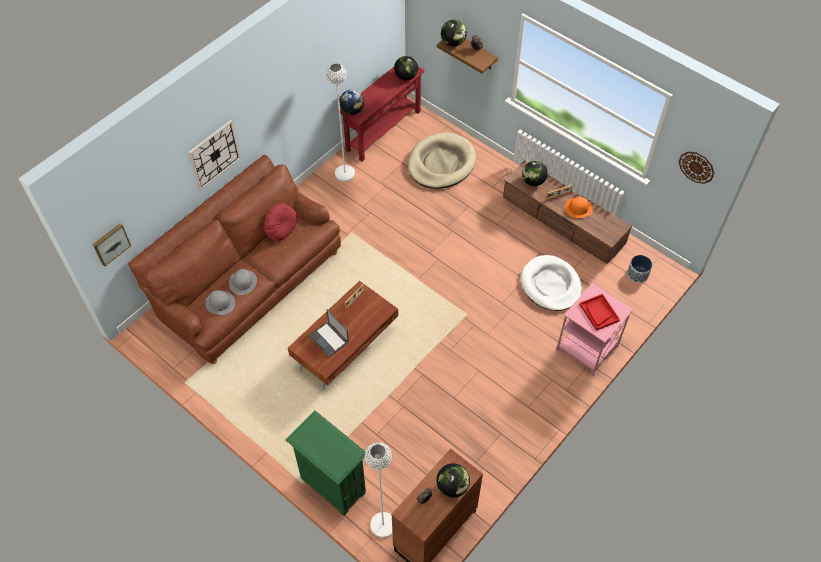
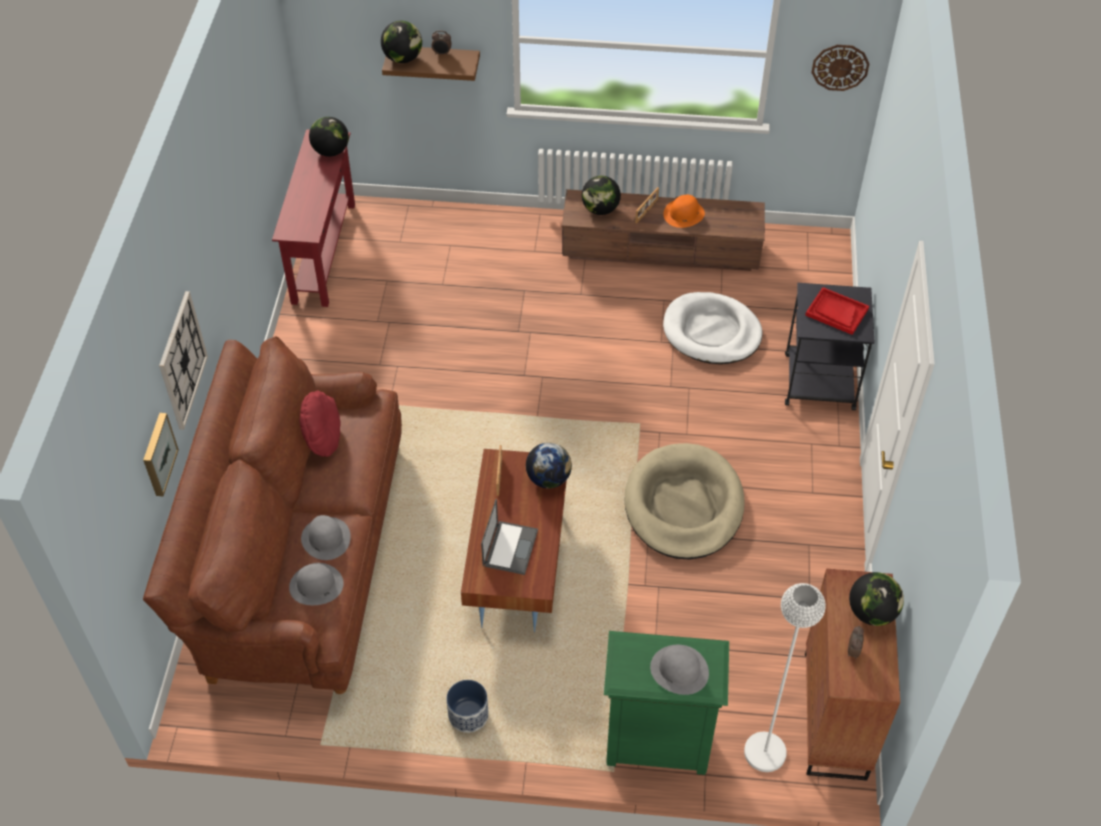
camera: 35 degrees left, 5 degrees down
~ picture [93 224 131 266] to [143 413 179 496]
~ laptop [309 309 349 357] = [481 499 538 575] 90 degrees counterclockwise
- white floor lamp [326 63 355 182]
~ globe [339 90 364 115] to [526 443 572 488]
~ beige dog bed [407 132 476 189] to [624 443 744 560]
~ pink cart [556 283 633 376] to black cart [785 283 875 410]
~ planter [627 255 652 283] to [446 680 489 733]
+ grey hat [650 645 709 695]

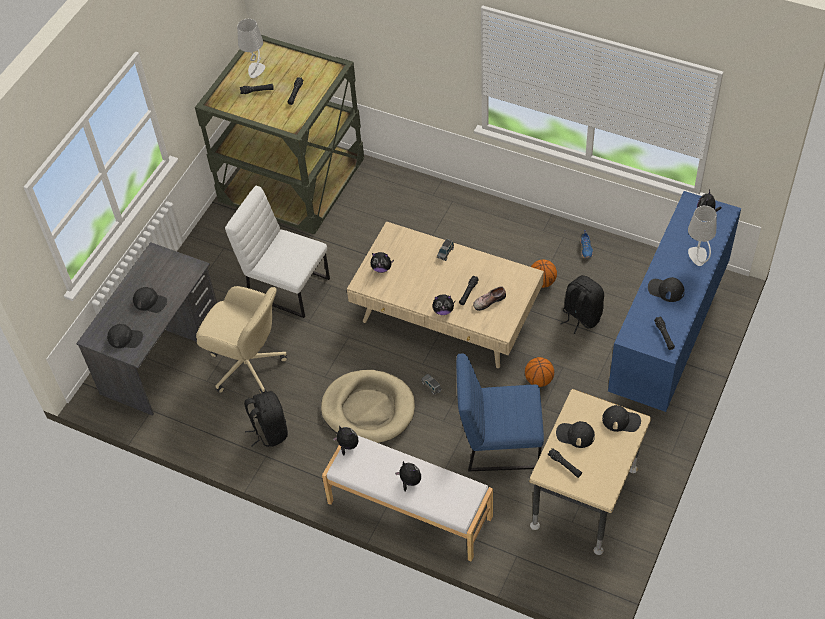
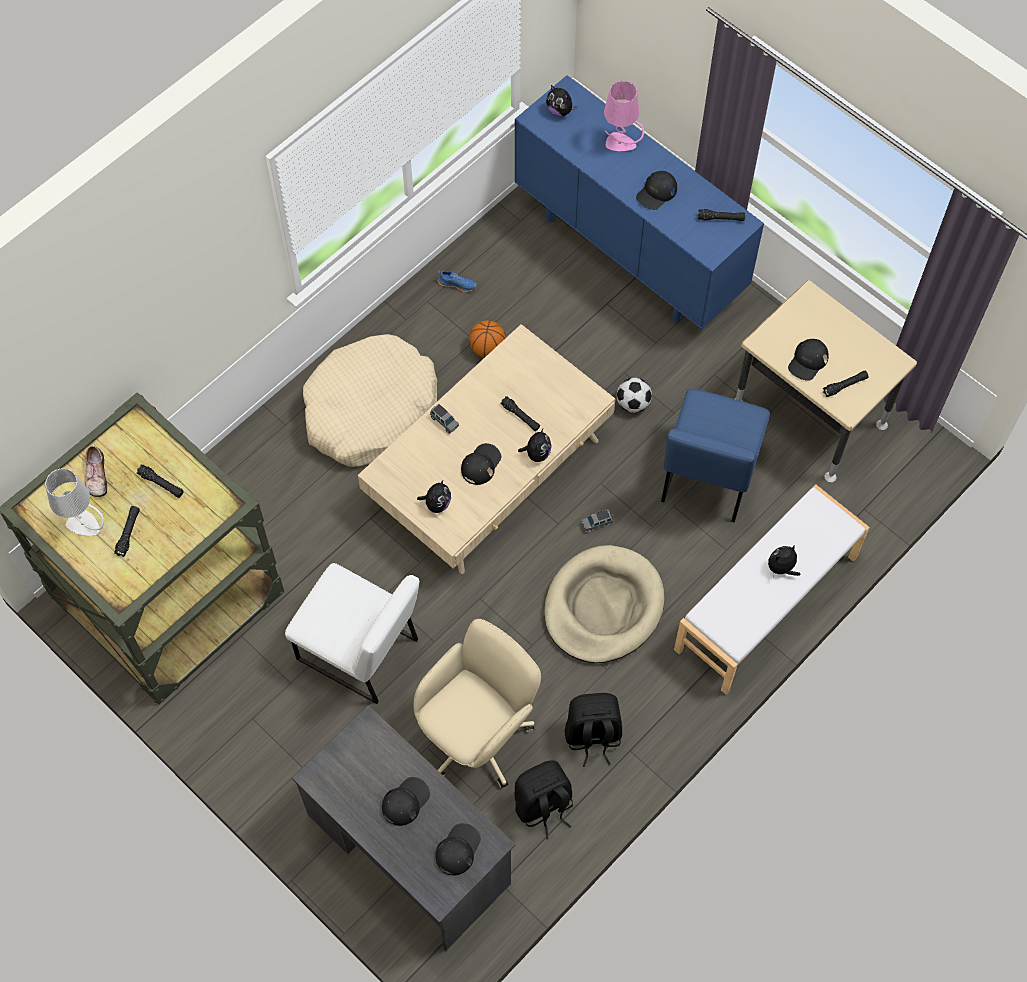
camera: 75 degrees left, 10 degrees up
~ white chair [225 186 330 318] = [285 563 419 704] 105 degrees counterclockwise
- plush toy [333 425 358 455]
~ shoe [473 286 506 311] to [85 446 107 497]
~ basketball [525 357 554 387] to football [617 378 652 413]
~ black backpack [560 275 604 334] to [515 760 573 839]
~ black cap [602 405 641 432] to [461 443 501 485]
~ grey table lamp [688 206 717 266] to pink table lamp [604 81 644 151]
+ beige dog bed [303 334 437 467]

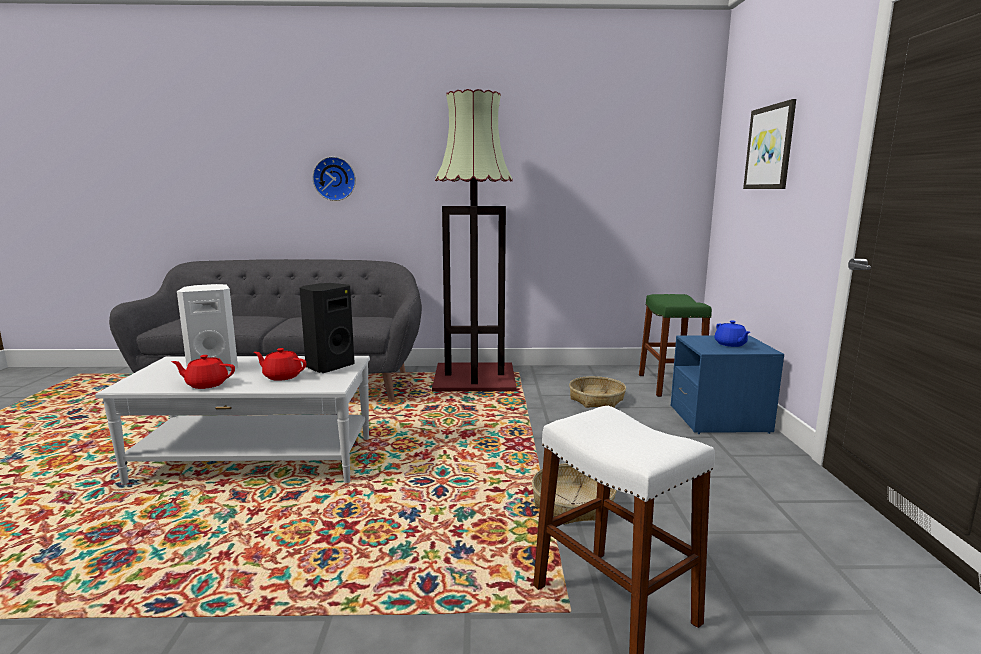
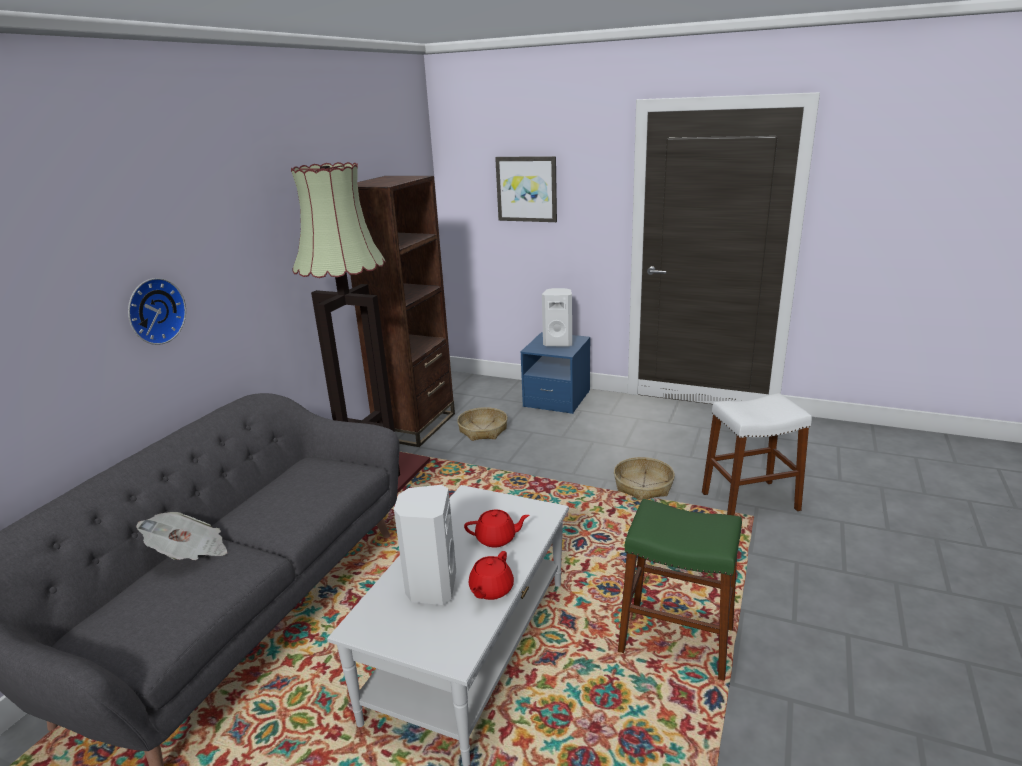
camera: 65 degrees left, 10 degrees up
~ red teapot [254 348 307 381] = [464 510 529 547] 135 degrees counterclockwise
- black speaker [300 283 355 373]
~ green stool [639 294 712 397] to [618 499 742 681]
~ blue teapot [714 321 750 347] to white speaker [542 288 572 347]
+ newspaper [136 512 227 560]
+ brown bookcase [350 176 455 447]

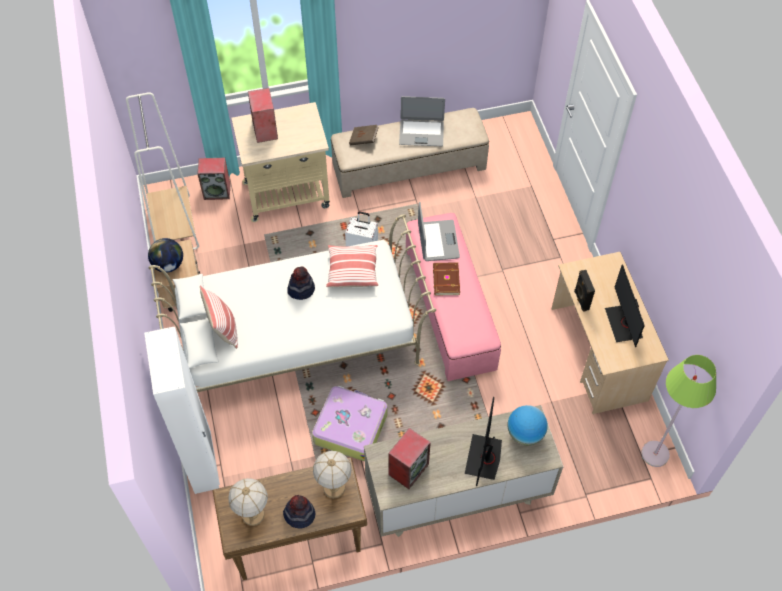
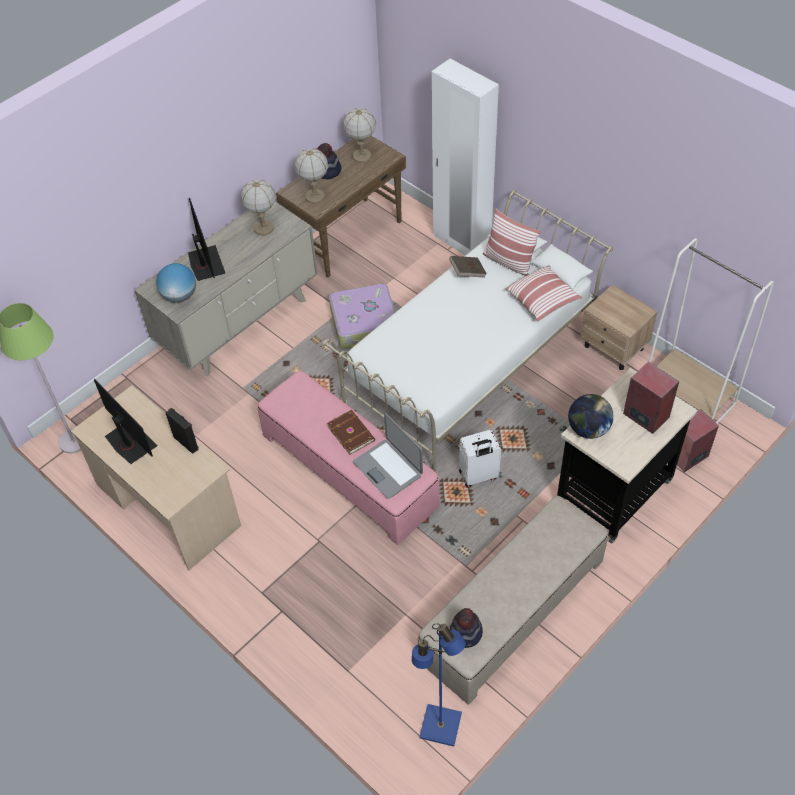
camera: 150 degrees right, 5 degrees down
~ globe [148 238 183 273] to [568 394 614 439]
~ beige cart [231 102 330 222] to black cart [557 368 697 543]
~ hat [287 266 315 300] to [449 608 483 648]
~ pillow [326 245 378 287] to [505 265 582 321]
~ brown book [349 125 379 145] to [449 256 487 278]
~ speaker [388 428 431 489] to table lamp [241 180 276 236]
- laptop [399 96 445 146]
+ blue floor lamp [412 623 466 747]

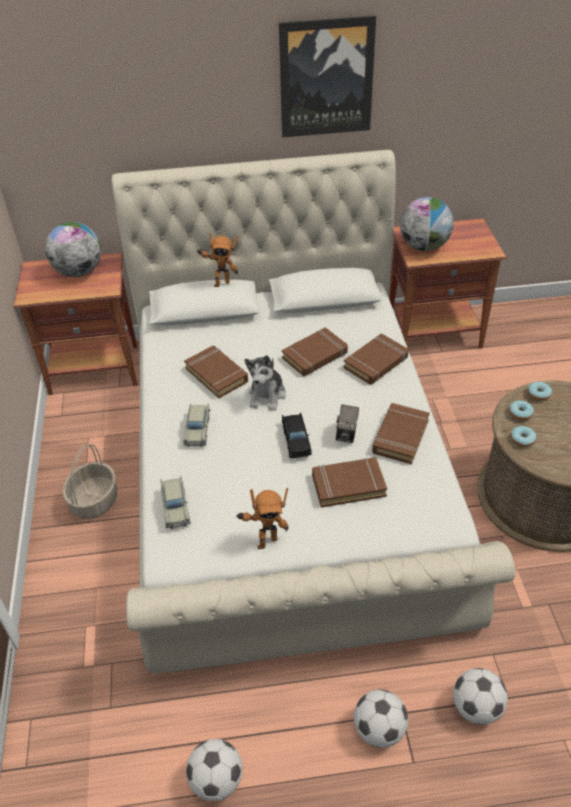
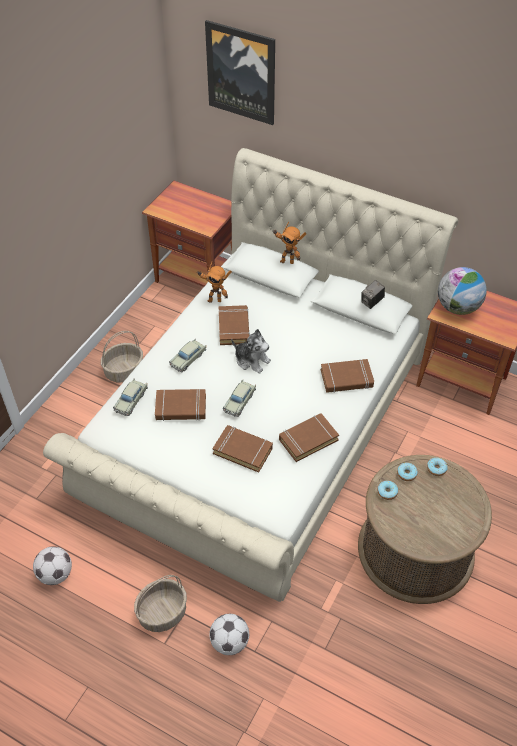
camera: 35 degrees right, 5 degrees up
- globe [45 222 101 277]
~ toy robot [236 488 288 549] to [196 262 232 303]
~ plush toy [244 355 286 411] = [231 329 271 374] 105 degrees counterclockwise
~ picture [279 15 376 138] to [205 20 275 125]
~ brown book [282 327 348 376] to [155 389 206 421]
~ black toy car [282 412 312 459] to beige toy car [223 380 256 417]
~ photo camera [336 405 359 443] to [361 280 385 309]
~ football [354 690 408 748] to basket [134 575 187 632]

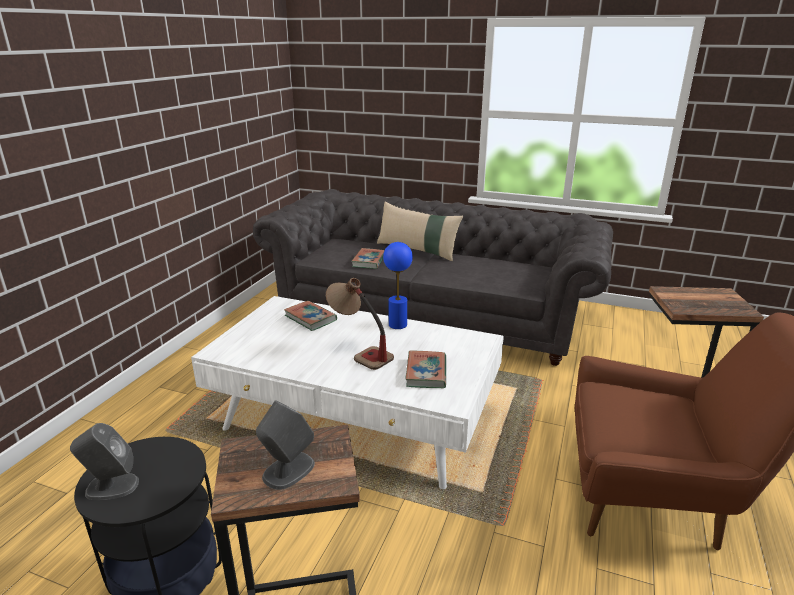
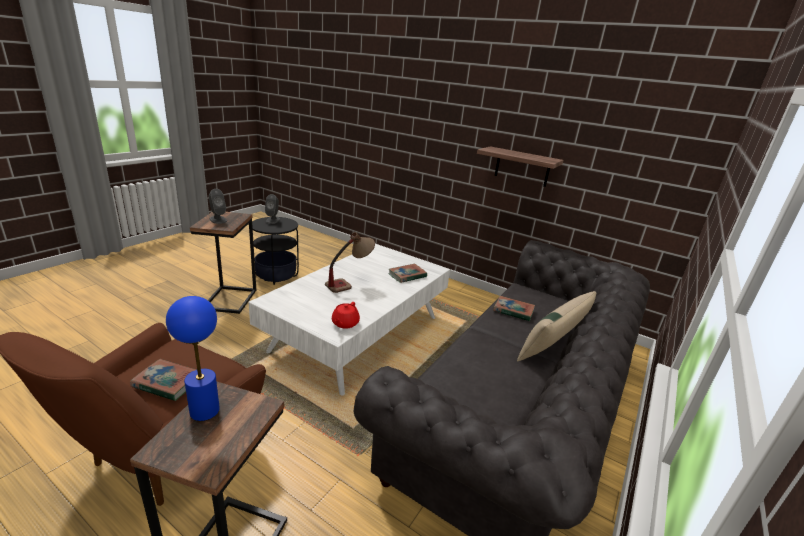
camera: 100 degrees right, 0 degrees up
~ blue table lamp [383 242 413 329] to [166 296 220 421]
~ book [405 350 446 388] to [130 359 197 401]
+ red teapot [332 302 360 329]
+ shelf [477 146 564 187]

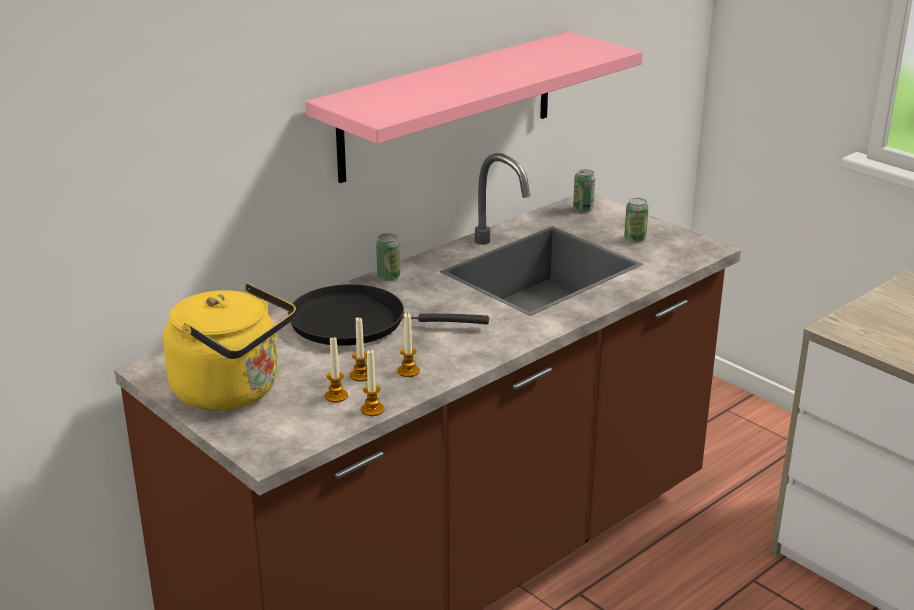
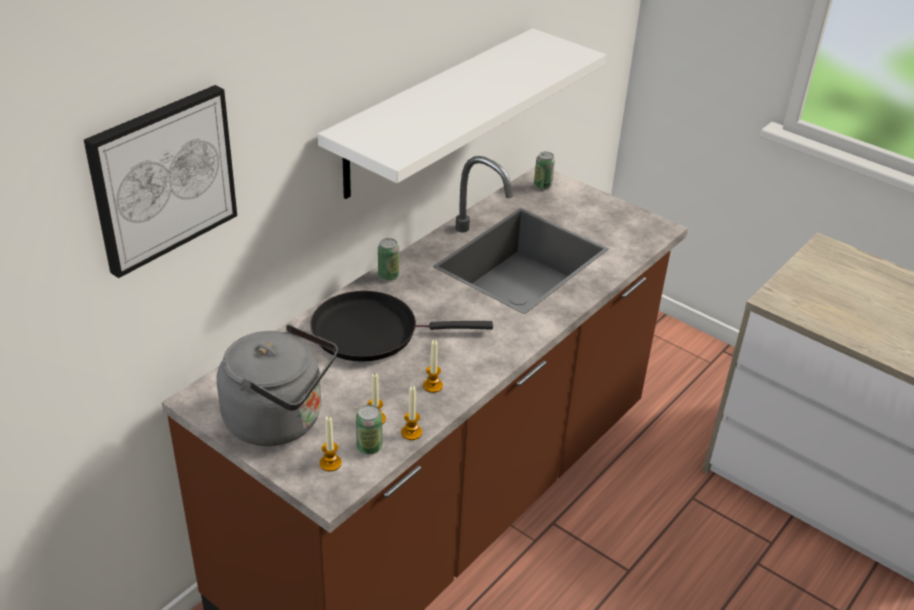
camera: 10 degrees left, 10 degrees up
~ yellow kettle [163 283 296 411] to grey kettle [217 324 338 446]
~ pink shelf [305 32 643 183] to white shelf [318 28 606 199]
~ candle [350 318 368 382] to [320 416 342 471]
~ can [624 198 649 243] to [356 405 382 455]
+ picture [84 85 237 278]

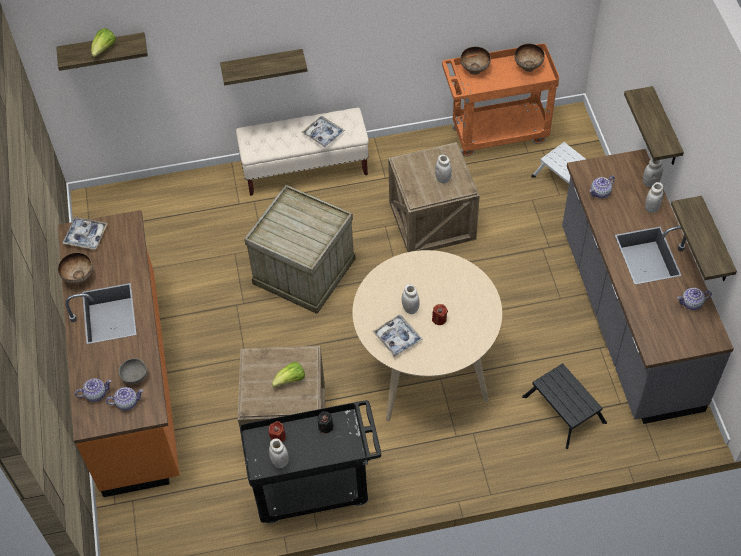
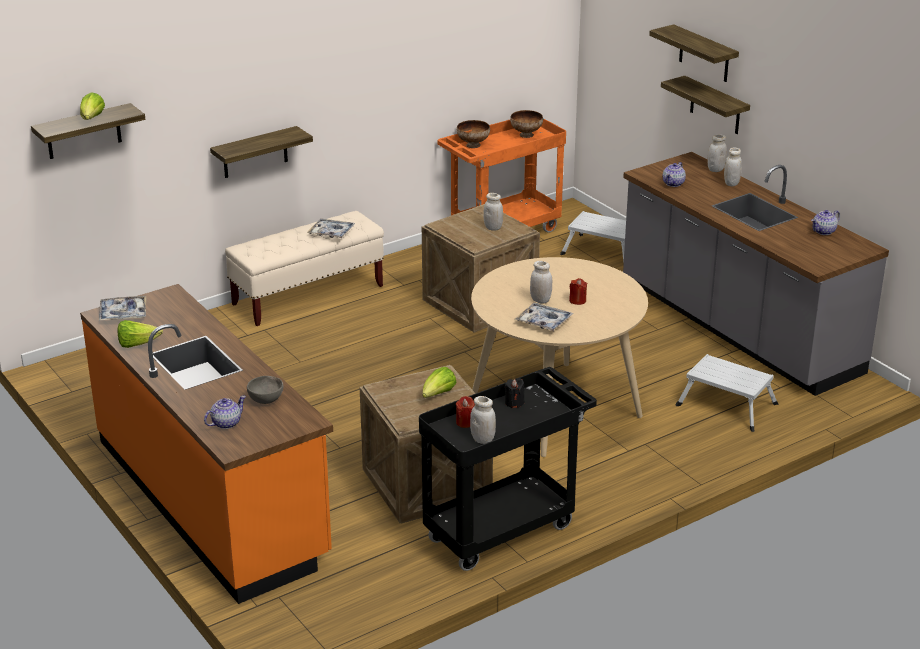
camera: 25 degrees left, 25 degrees down
~ bowl [58 253 93 284] to lettuce [118 320 163 348]
- teapot [106 387 143 410]
- crate [244 185 355 314]
~ black step ladder [522 363 607 449] to white step ladder [676 354 779 432]
~ shelf [671 196 737 281] to [649 24 739 82]

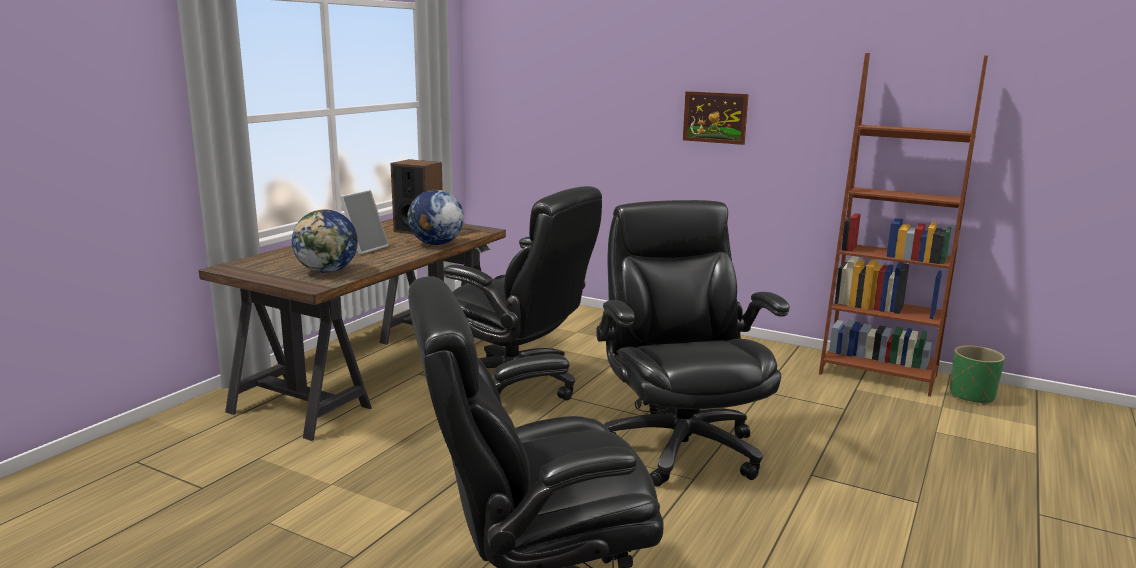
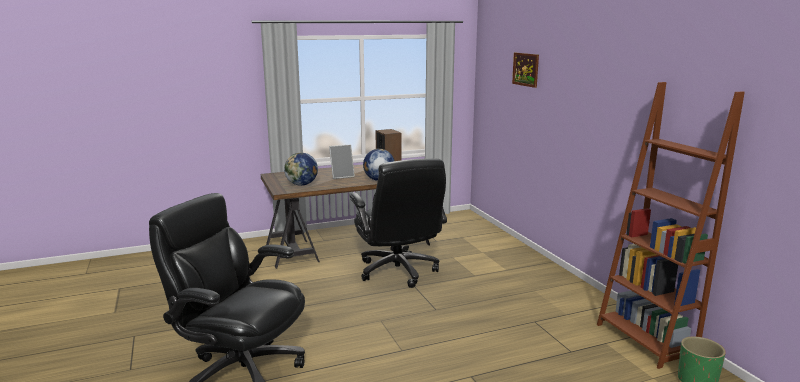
camera: 40 degrees right, 0 degrees up
- black office chair [596 200 790 487]
~ picture [683 91 749 145] to [512 53 539 88]

